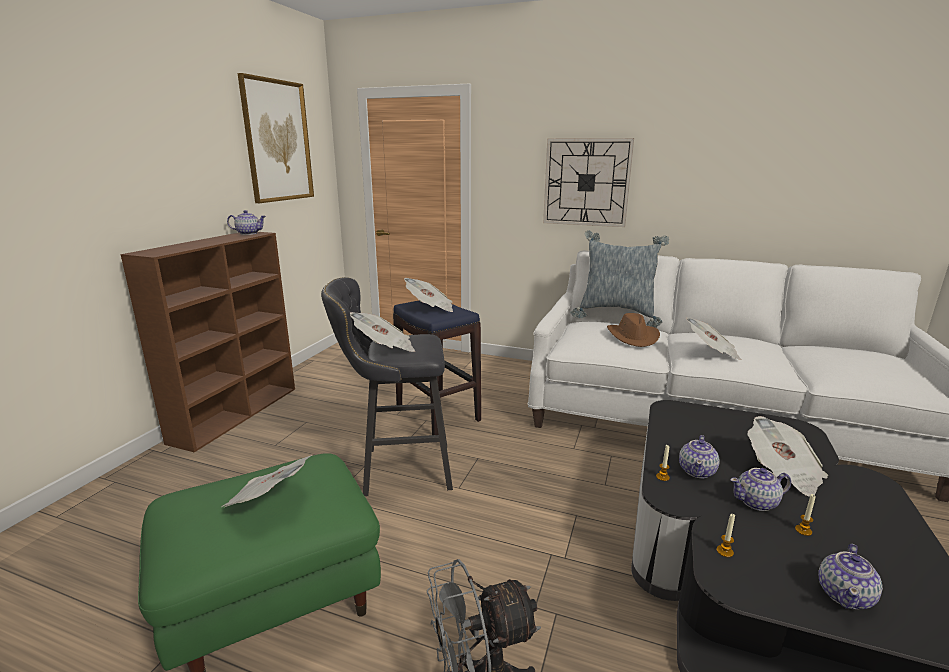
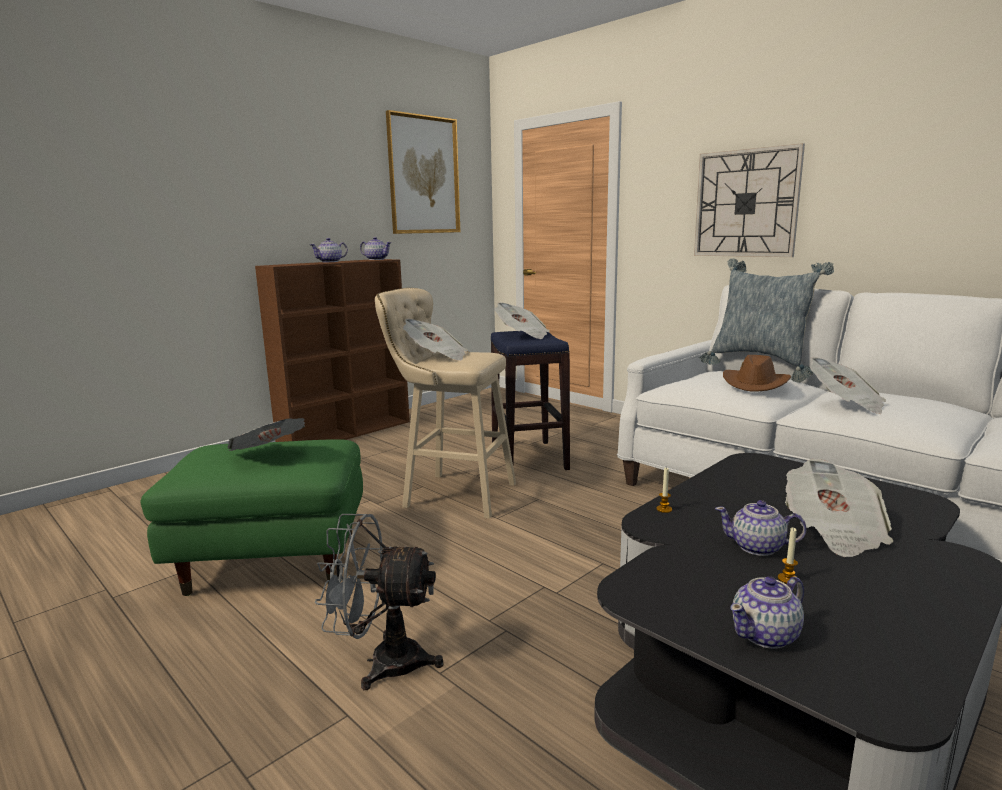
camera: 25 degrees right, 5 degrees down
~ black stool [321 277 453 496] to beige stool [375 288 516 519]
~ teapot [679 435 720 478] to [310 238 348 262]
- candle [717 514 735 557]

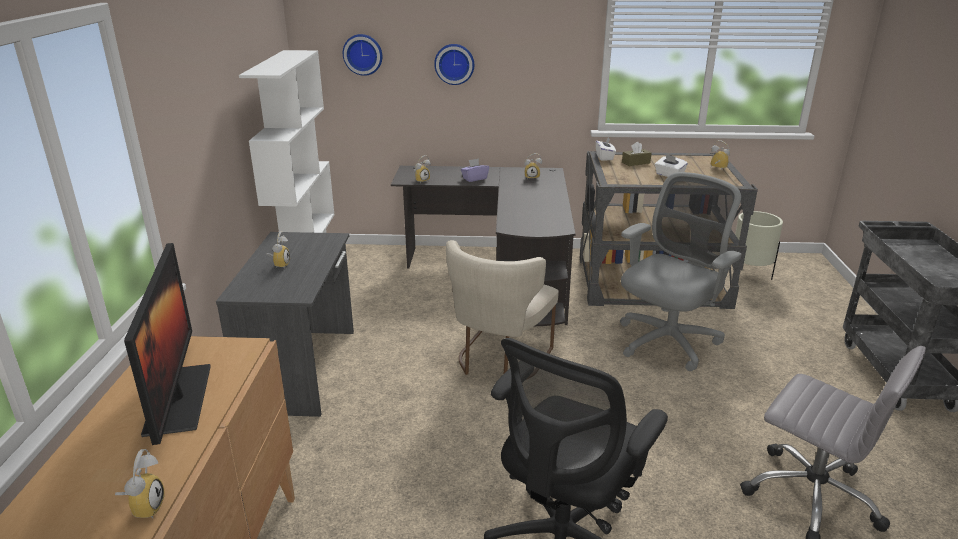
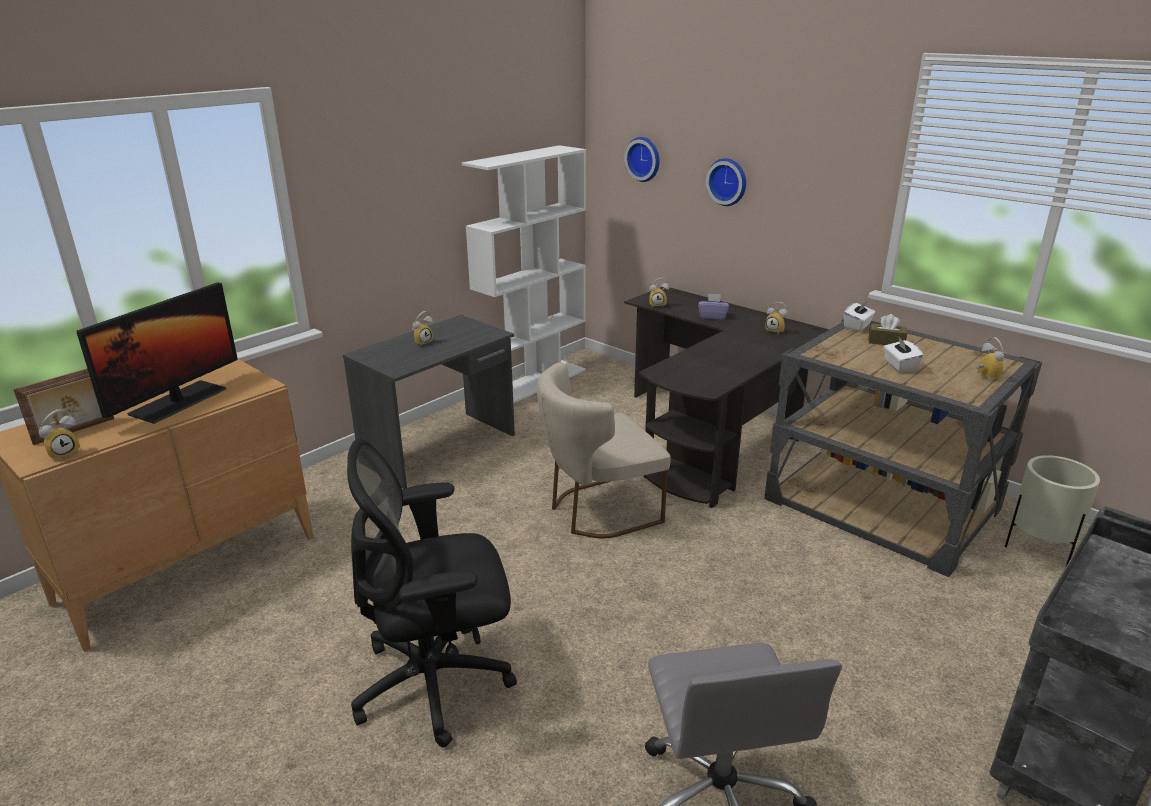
camera: 40 degrees right, 0 degrees up
- grey office chair [620 172 742 371]
+ picture frame [13 369 114 445]

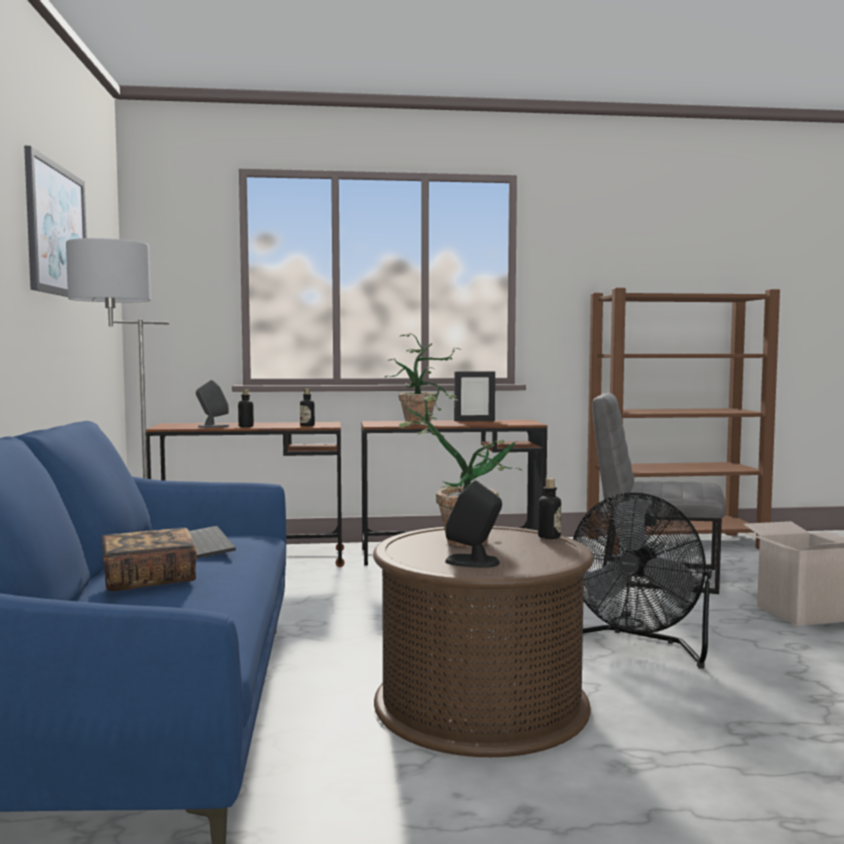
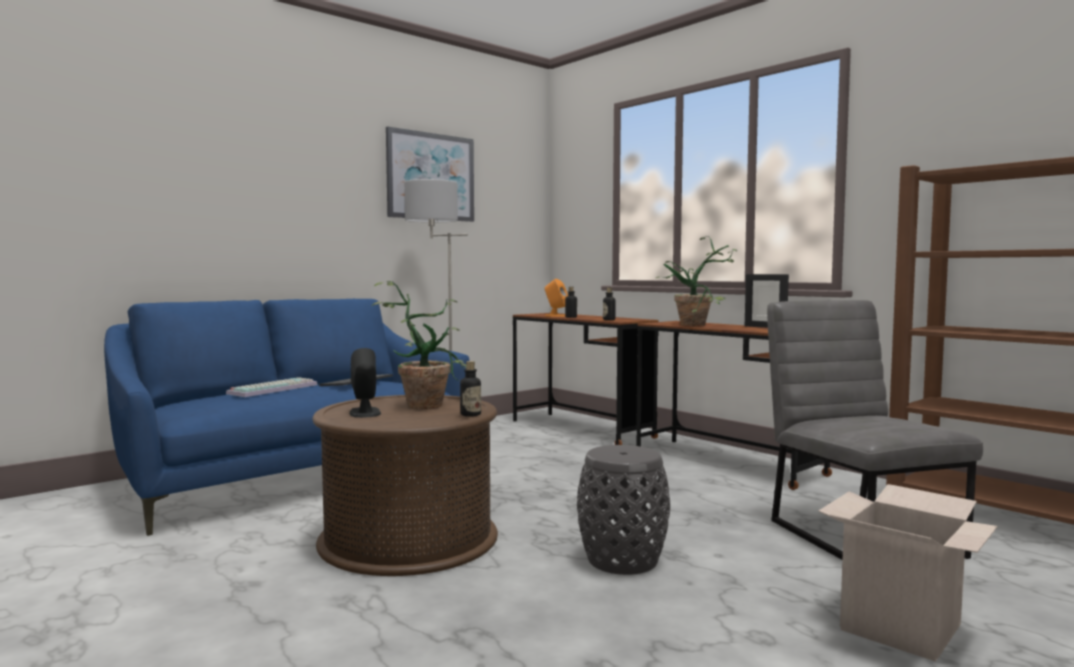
camera: 55 degrees right, 0 degrees up
~ book [102 528 197 591] to keyboard [226 377 318 397]
~ grey speaker [196 380 230 428] to orange speaker [545 279 568 317]
~ black fan [573 493 712 669] to grey stool [577 445 670 575]

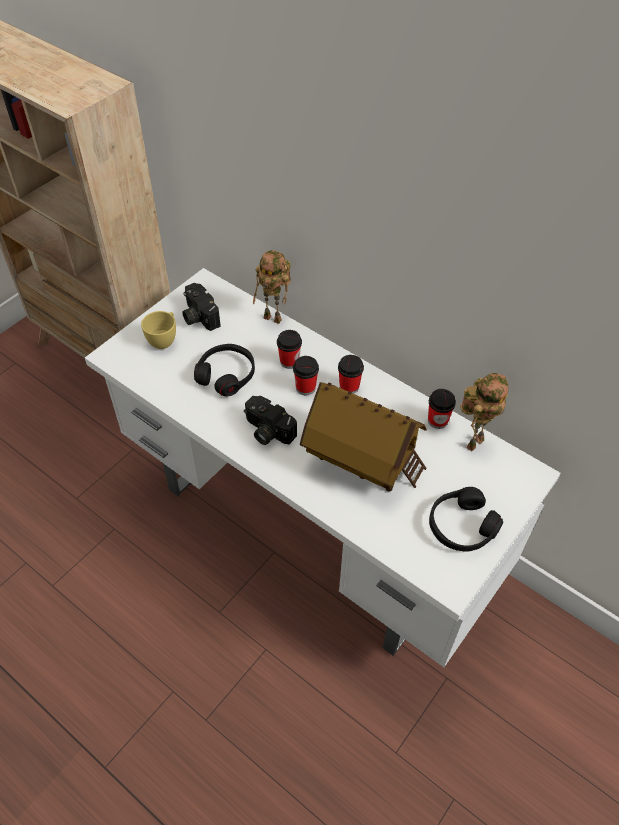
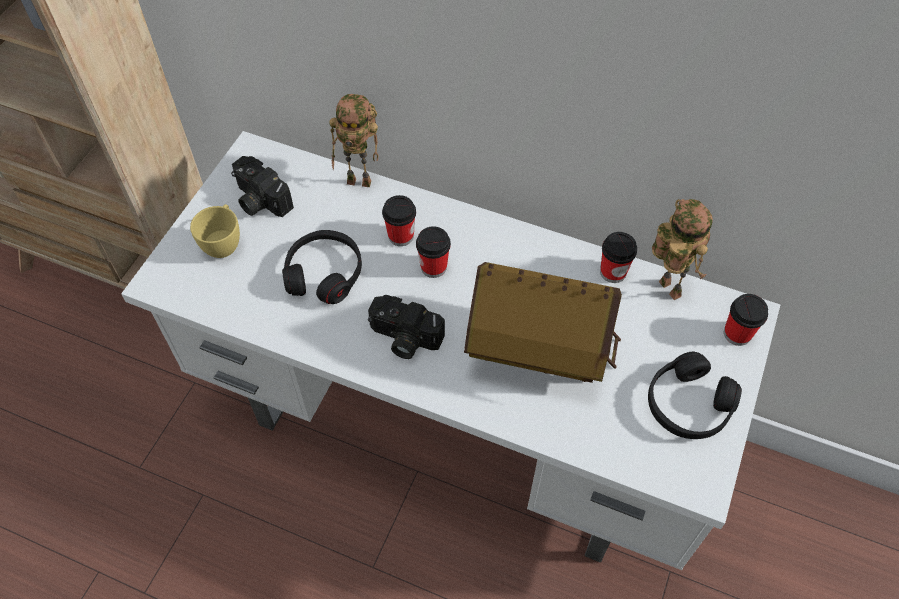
camera: 15 degrees left, 5 degrees up
~ cup [338 355 364 394] to [724 294 768 346]
~ toy robot [460 373 508 452] = [652 199 713 300] 60 degrees counterclockwise

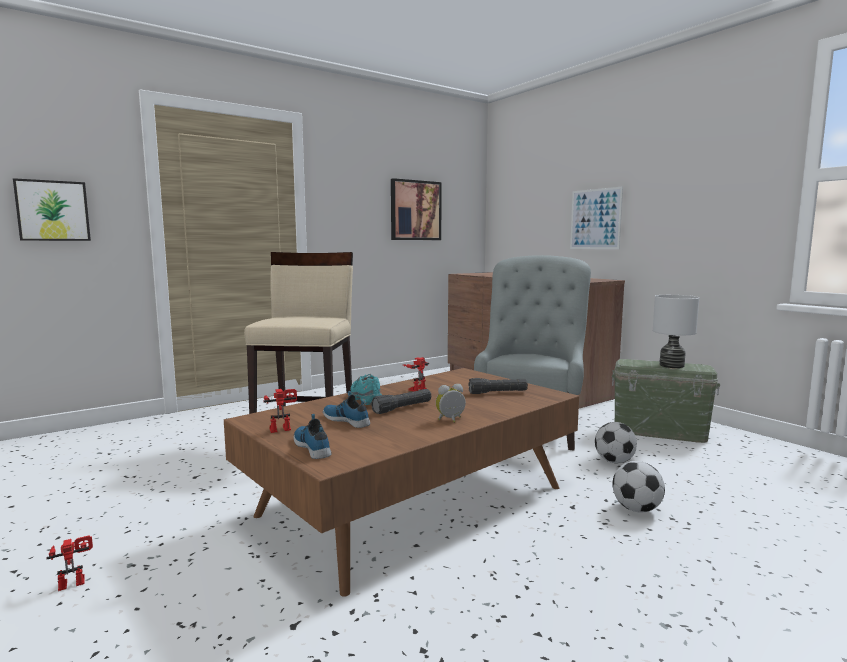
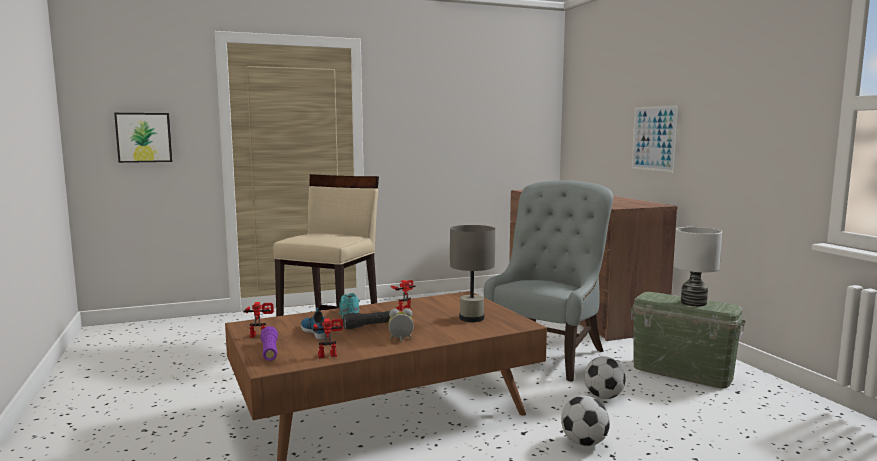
camera: 15 degrees right, 0 degrees up
~ toy robot [46 535 93 591] to [313 318 343 358]
~ shoe [294 414 331 459] to purple flashlight [260 326 278 361]
- picture [391 178 442 240]
~ black flashlight [468 378 528 394] to grey table lamp [450 225 495 322]

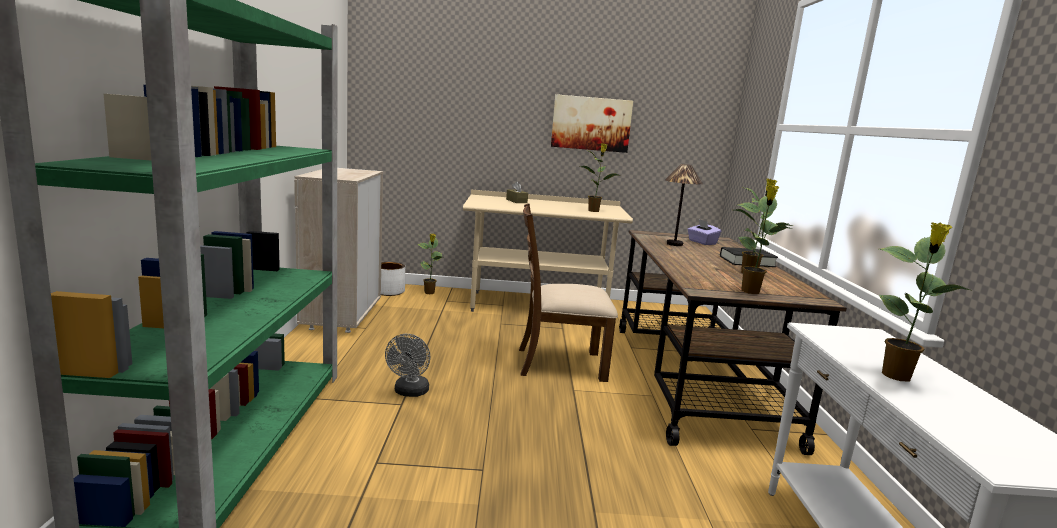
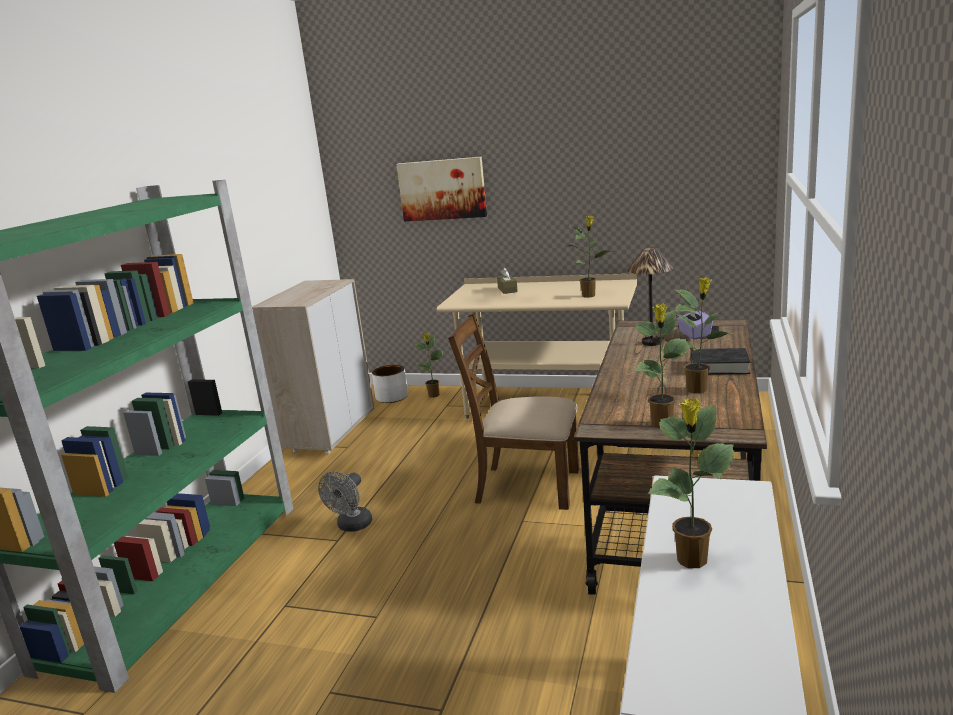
camera: 20 degrees right, 5 degrees up
~ picture [551 94 633 153] to [396 157 487 221]

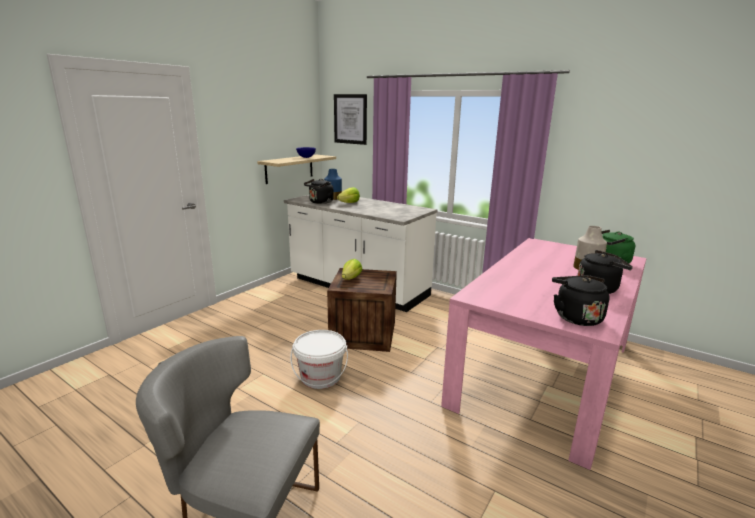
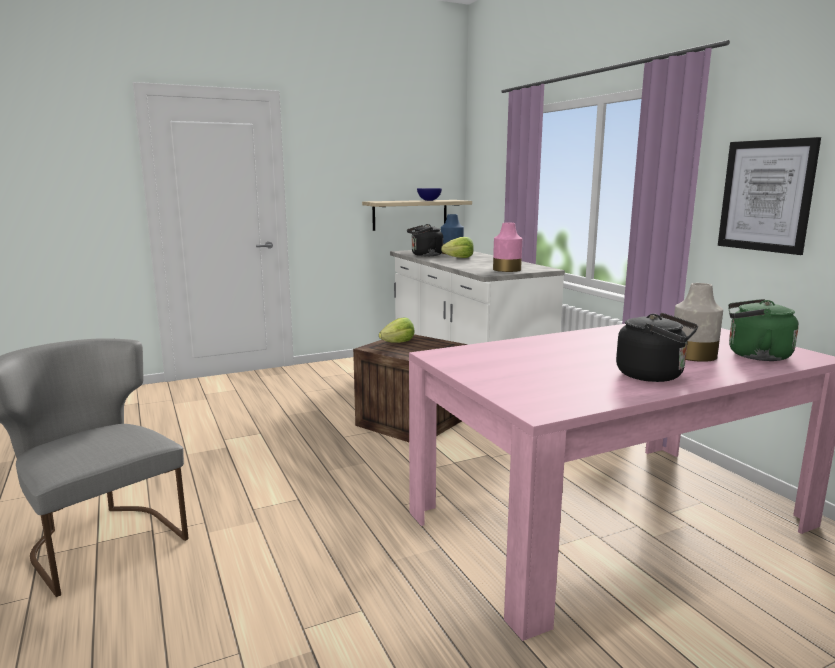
camera: 30 degrees right, 5 degrees down
- white bucket [290 330 348 389]
~ picture [334 94 367 145] to [718 137 821 255]
- black kettle [552 275 610 326]
+ pink vase [493 223 522 272]

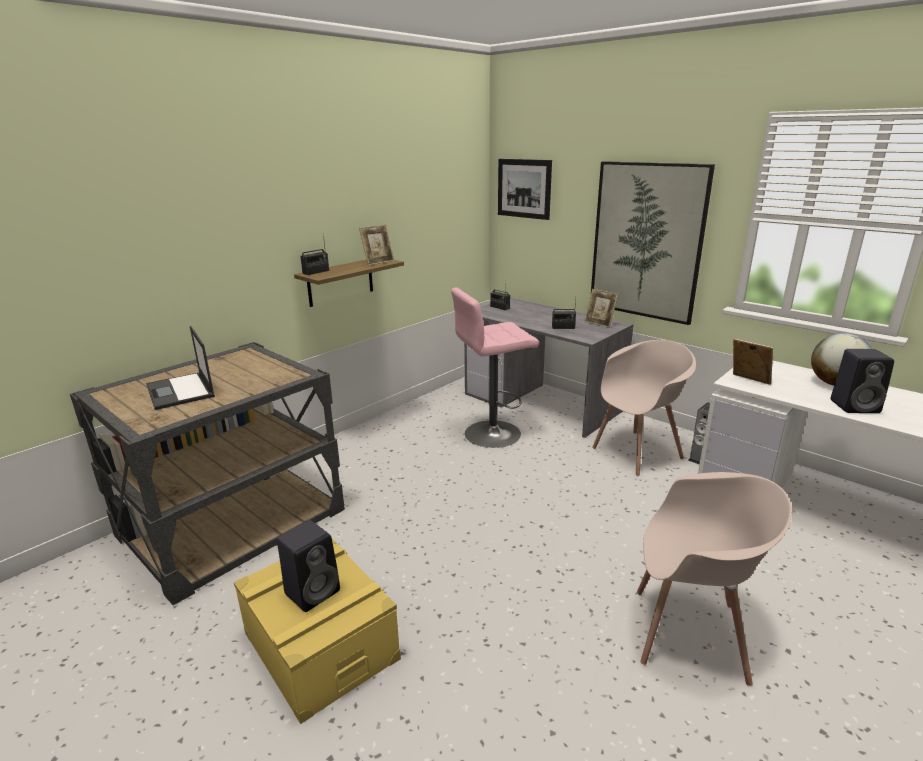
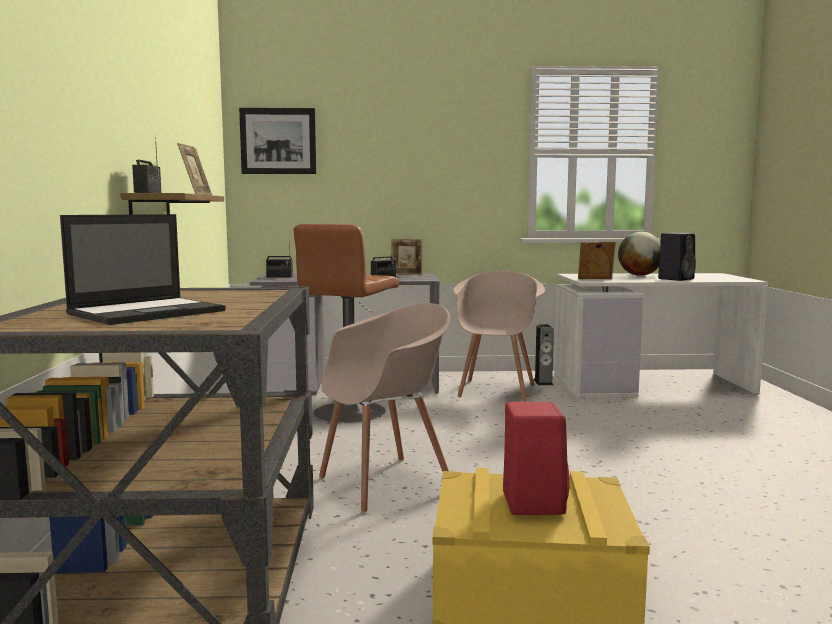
camera: 45 degrees left, 15 degrees down
~ laptop [146 326 215 410] = [60 214 226 325] 60 degrees counterclockwise
~ black speaker [277 520 340 612] to red speaker [503 402 569 515]
~ pink stool [451 288 539 448] to brown stool [294 224 399 423]
- picture [591 161 715 325]
~ beige chair [637 472 792 686] to [319 303 450 512]

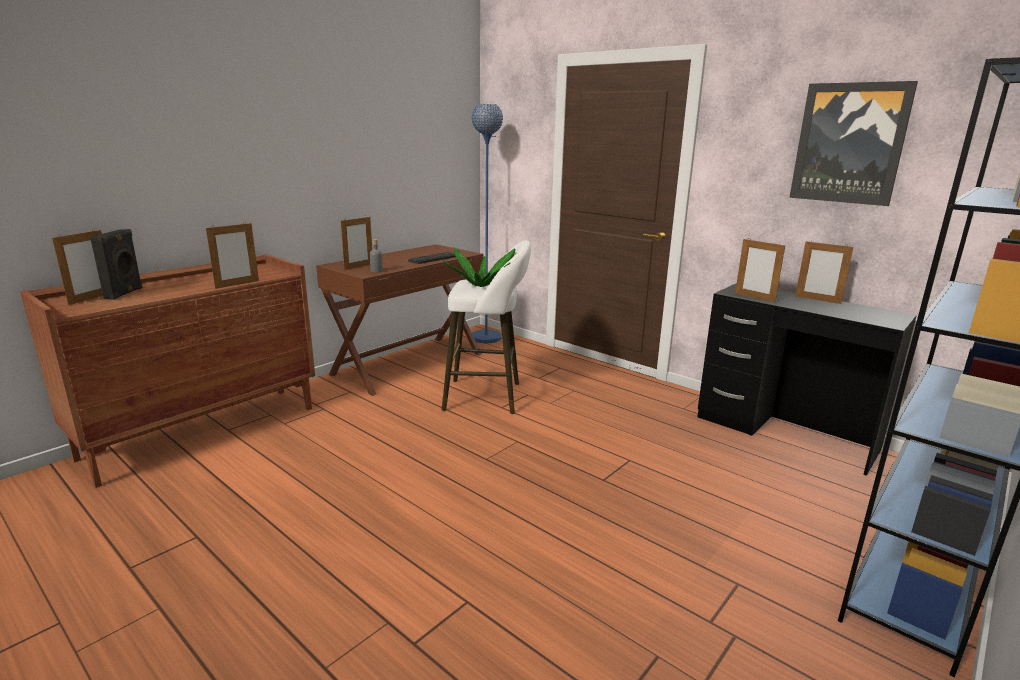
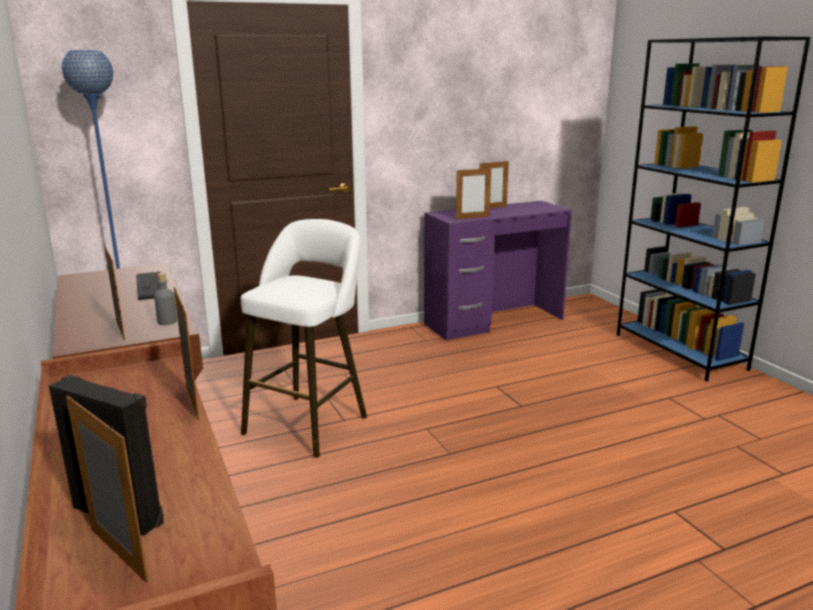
camera: 65 degrees left, 0 degrees up
- potted plant [443 247 515 287]
~ black desk [697 283 917 476] to purple desk [424 201 572 340]
- picture [789 81 918 206]

